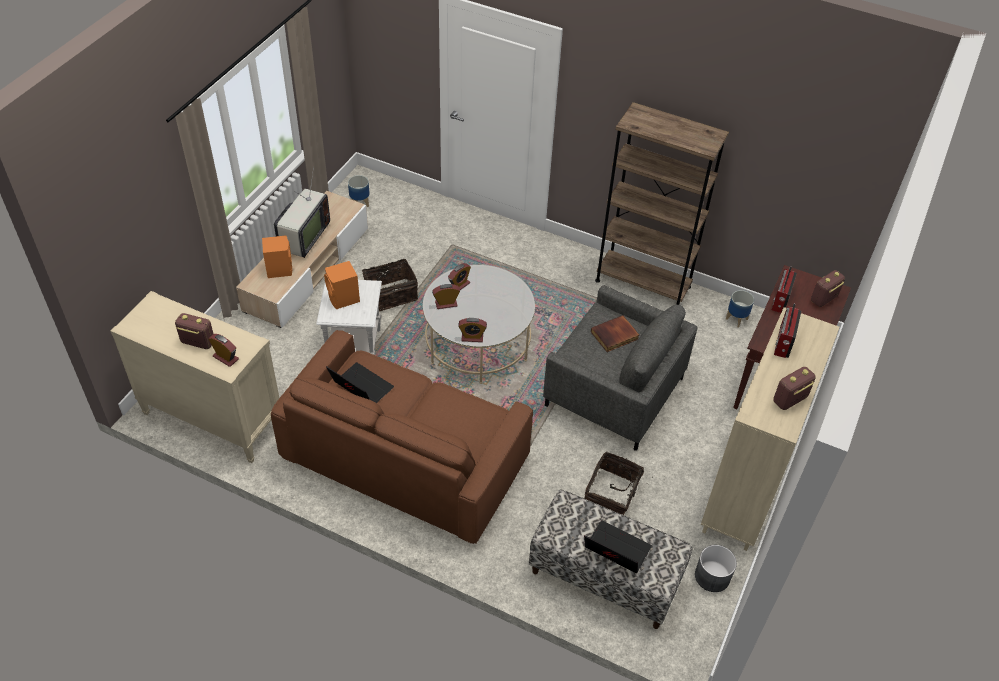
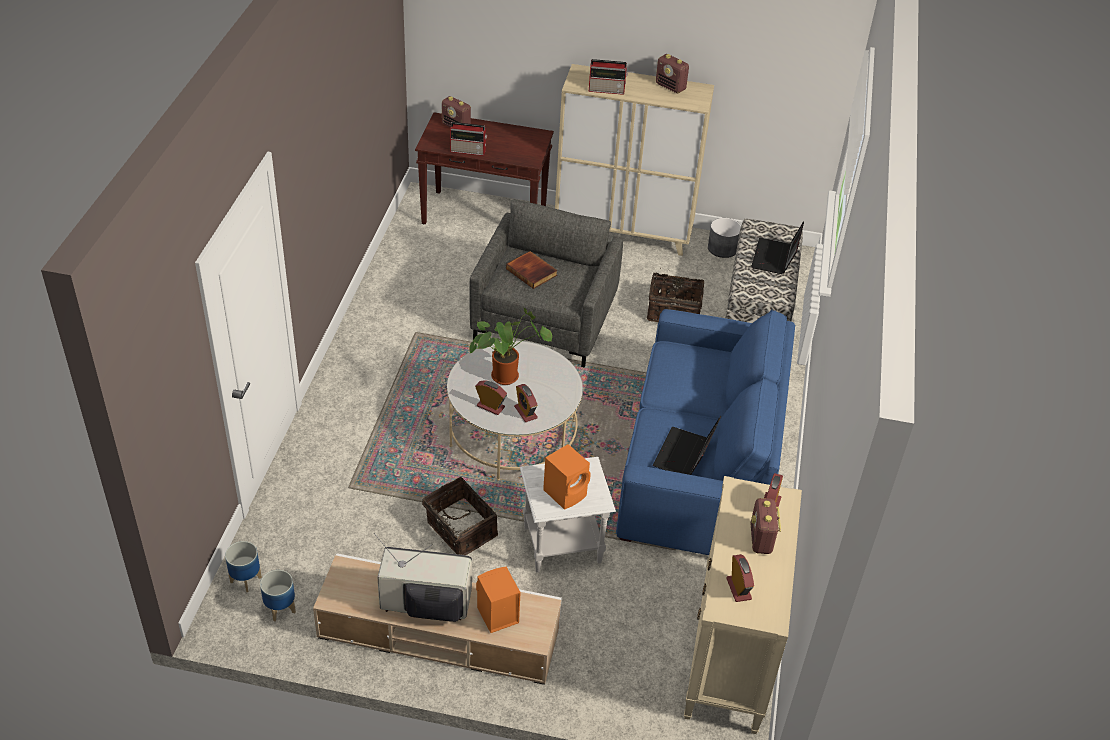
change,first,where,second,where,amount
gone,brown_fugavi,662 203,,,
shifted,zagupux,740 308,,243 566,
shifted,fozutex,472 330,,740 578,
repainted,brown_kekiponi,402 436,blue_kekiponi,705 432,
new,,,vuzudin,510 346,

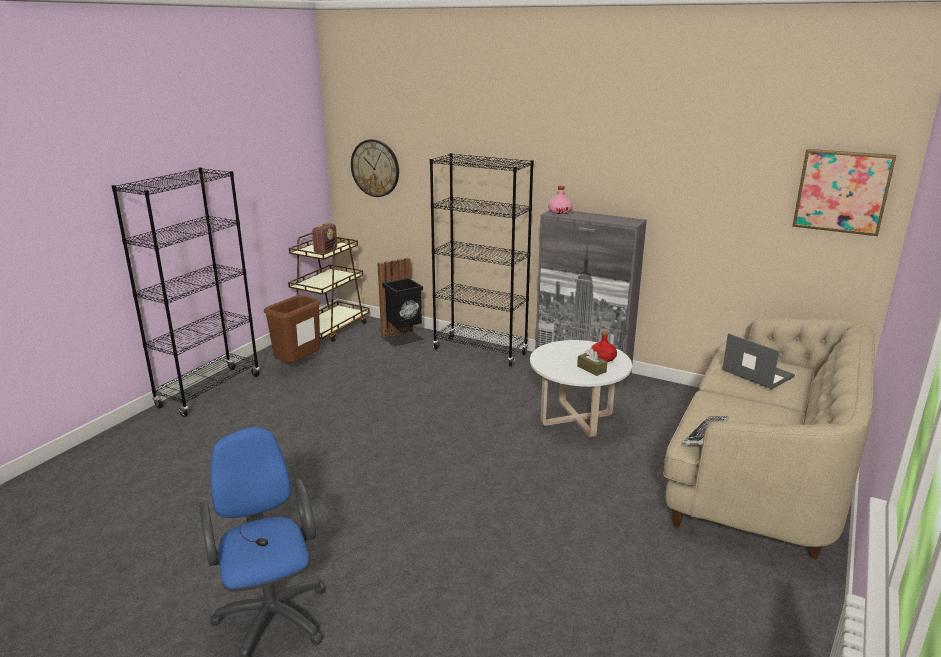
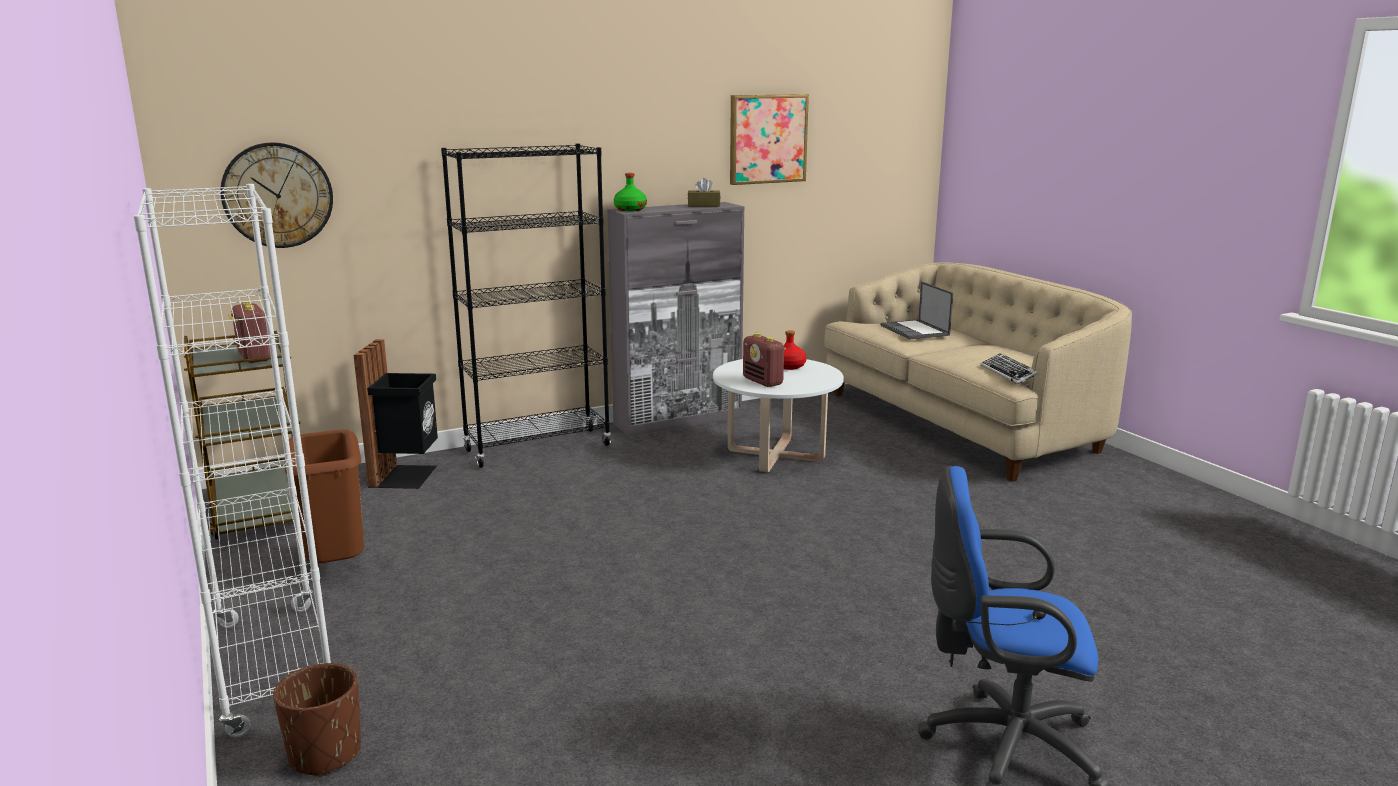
change,first,where,second,where,amount
shifted,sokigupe,844 192,,769 139,
repainted,black_fugavi,185 292,white_fugavi,232 460,
repainted,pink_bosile,560 200,green_bosile,630 192,
rotated,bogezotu,758 361,,916 311,105 degrees counterclockwise
shifted,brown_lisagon,592 362,,704 192,
new,,,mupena,764 360,
new,,,brown_zagupux,317 719,

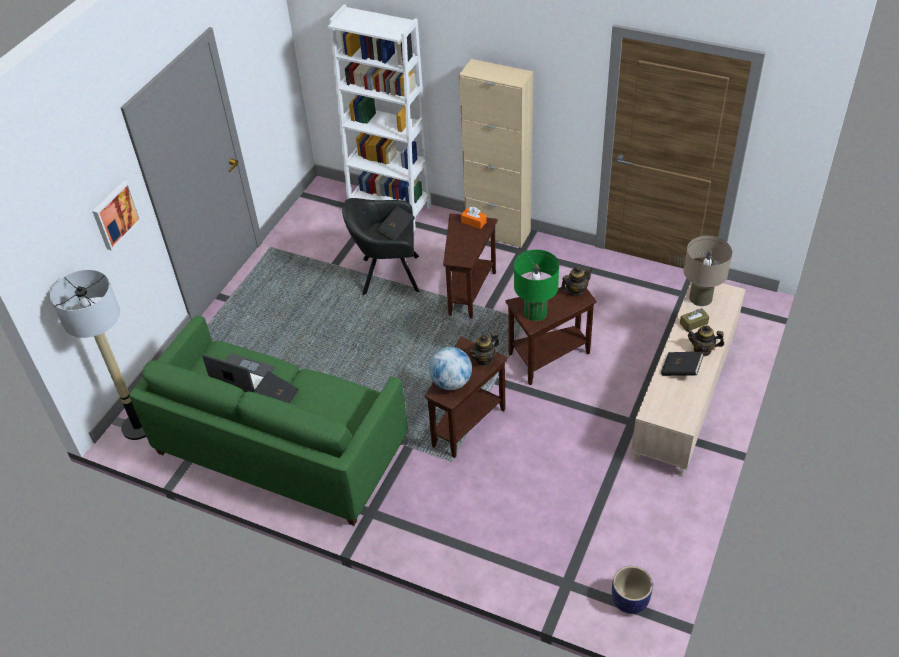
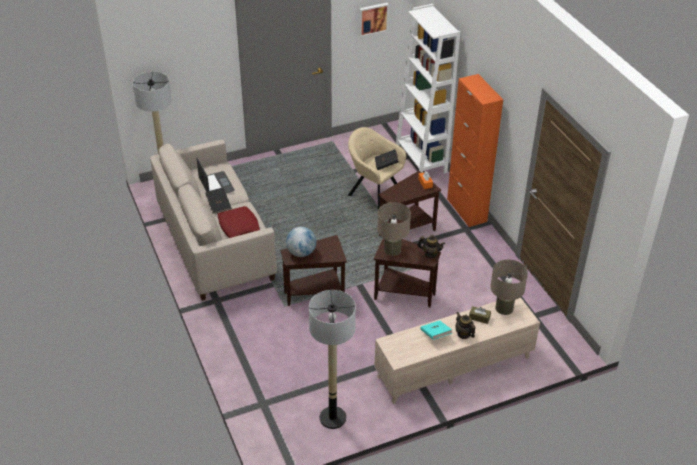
change,first,where,second,where,amount
repainted,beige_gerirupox,496 153,orange_gerirupox,475 150,
shifted,sokigupe,116 216,,374 20,
repainted,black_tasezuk,380 246,beige_tasezuk,377 168,
repainted,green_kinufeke,536 285,beige_kinufeke,394 229,
repainted,green_kekiponi,268 420,beige_kekiponi,213 220,
gone,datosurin,484 349,,,
repainted,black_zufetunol,682 363,turquoise_zufetunol,436 330,
gone,zagupux,632 590,,,
new,,,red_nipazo,238 222,
new,,,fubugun,332 359,

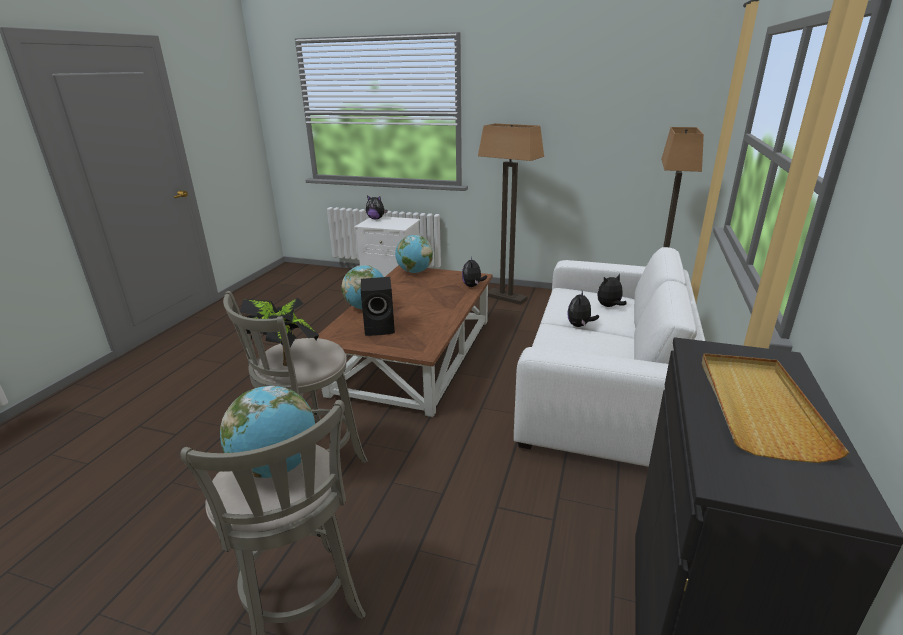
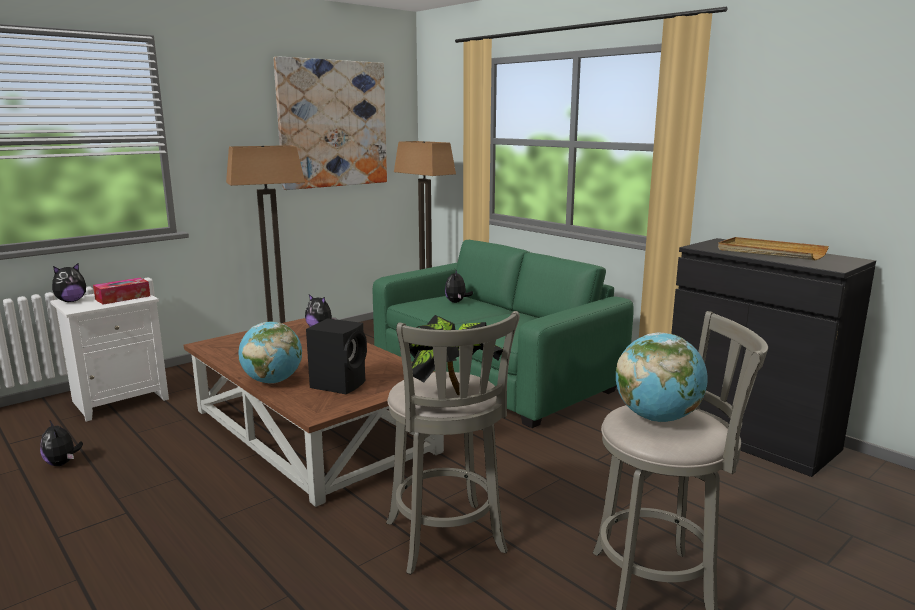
change,first,where,second,where,amount
gone,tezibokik,414 254,,,
repainted,white_kekiponi,609 357,green_kekiponi,503 334,
shifted,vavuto,583 309,,61 443,
new,,,sokigupe,330 123,
new,,,lisagon,121 291,

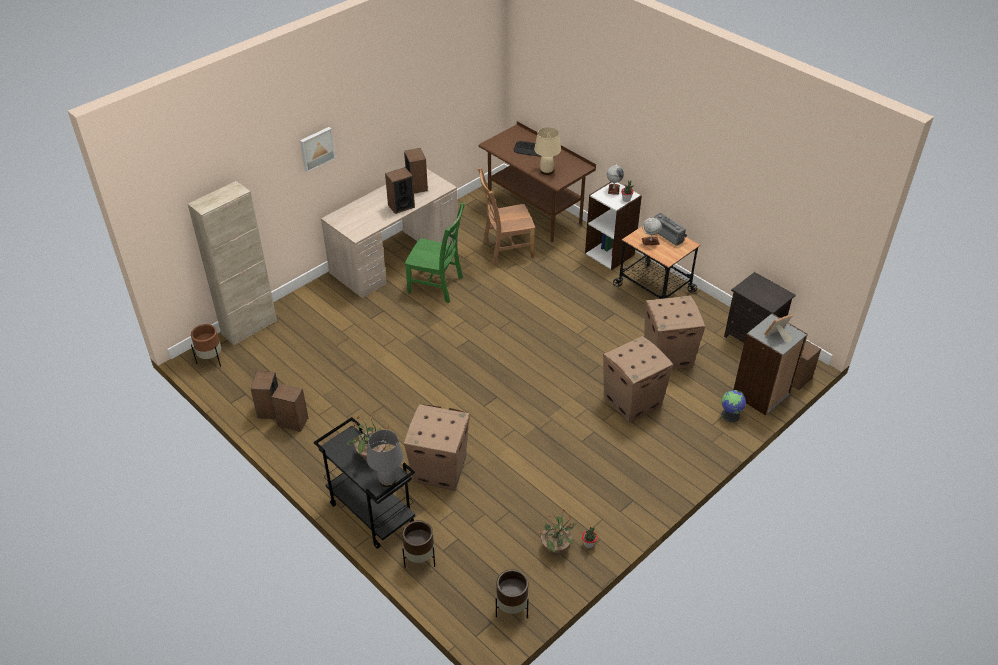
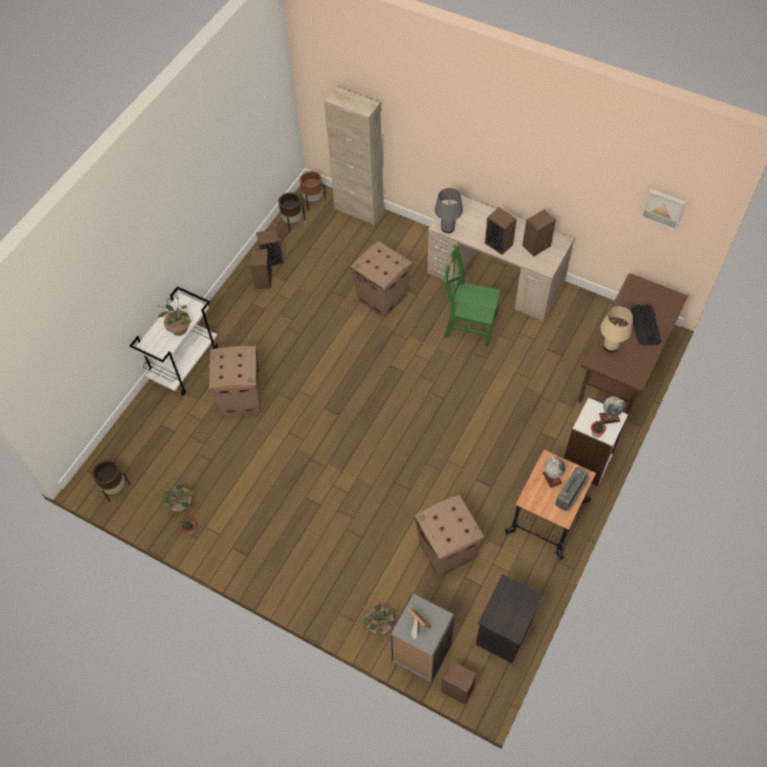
change,first,where,second,where,amount
shifted,sokigupe,318 149,,663 209,
gone,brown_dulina,506 216,,,
rotated,green_dulina,434 253,,471 295,105 degrees clockwise
shifted,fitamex,638 379,,381 279,
swapped,tezibokik,733 406,vuzudin,379 619,
repainted,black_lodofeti,364 483,white_lodofeti,174 341,
shifted,grey_kinufeke,385 458,,449 210,
shifted,brown_zagupux,418 544,,291 212,

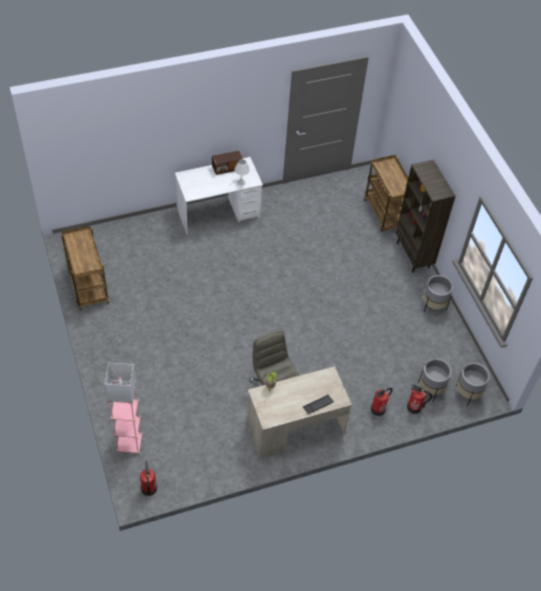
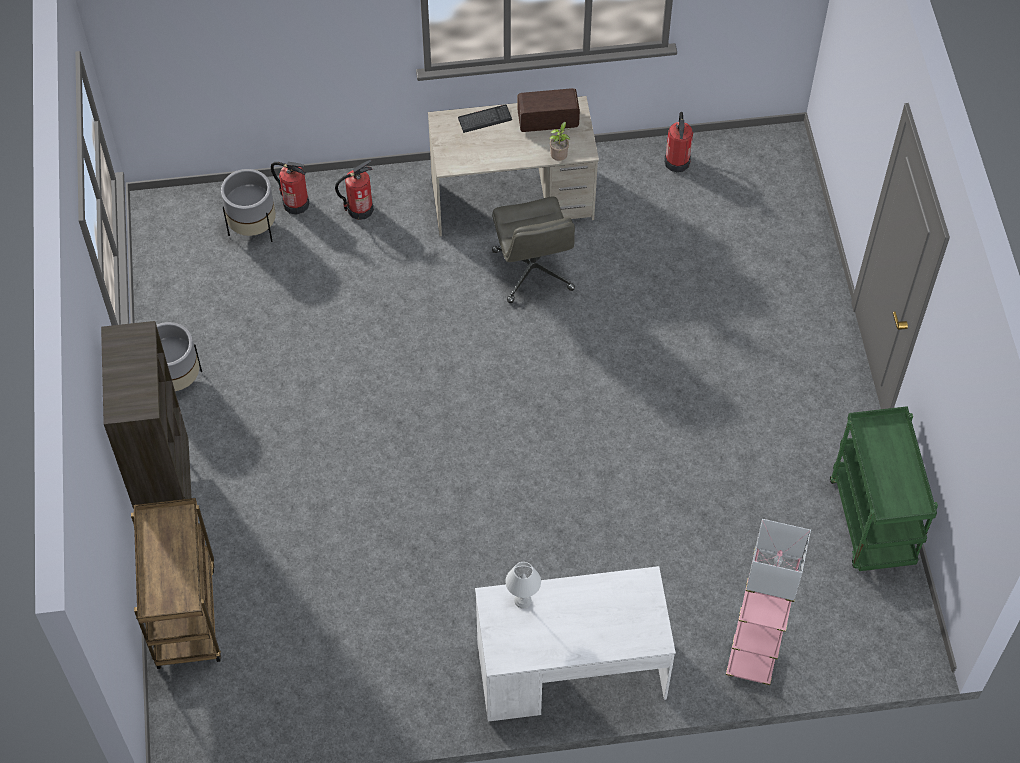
change,first,where,second,where,amount
shifted,mupena,227 163,,548 110,
repainted,brown_lodofeti,85 267,green_lodofeti,884 488,
shifted,pink_fubugun,123 408,,768 602,
gone,grey_zagupux,473 384,,,
shifted,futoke,148 478,,678 142,

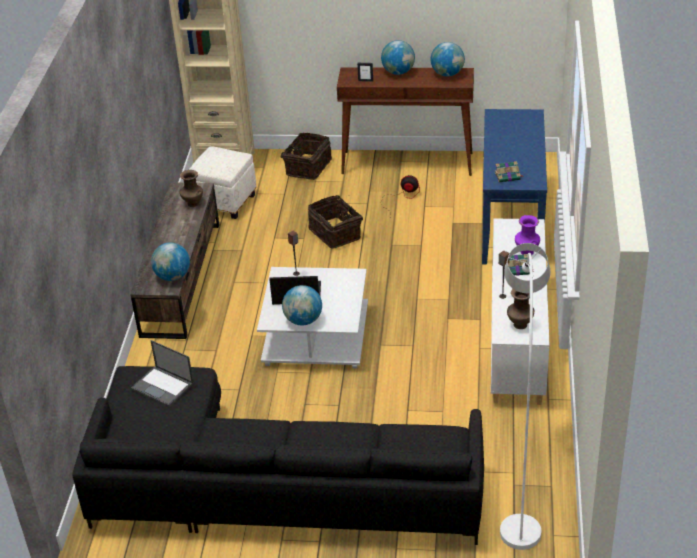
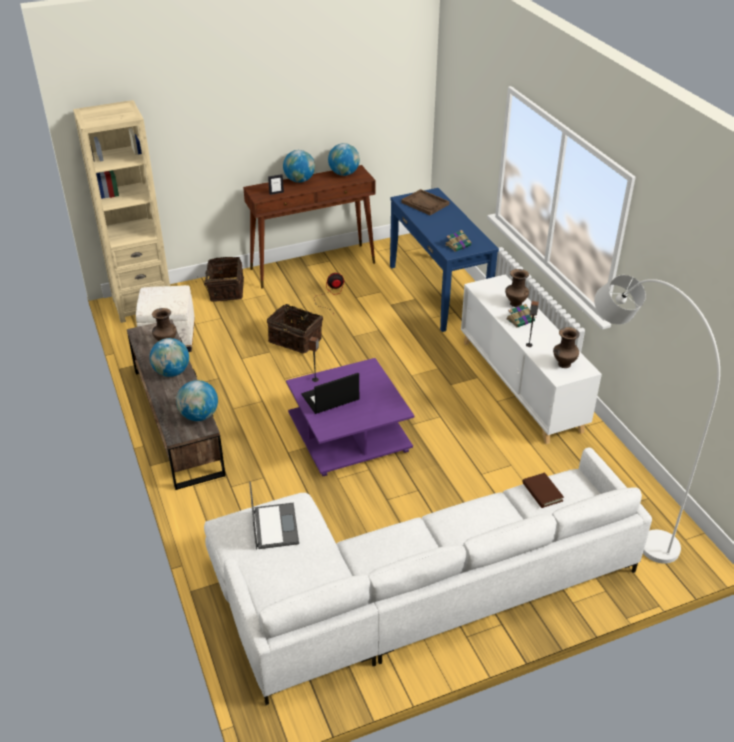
change,first,where,second,where,amount
repainted,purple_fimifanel,527 235,brown_fimifanel,517 288,
repainted,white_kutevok,312 317,purple_kutevok,350 417,
shifted,tezibokik,302 305,,169 357,
rotated,bogezotu,162 373,,274 516,105 degrees counterclockwise
repainted,black_kekiponi,278 455,white_kekiponi,428 576,
new,,,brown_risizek,425 202,
new,,,brown_zufetunol,543 490,

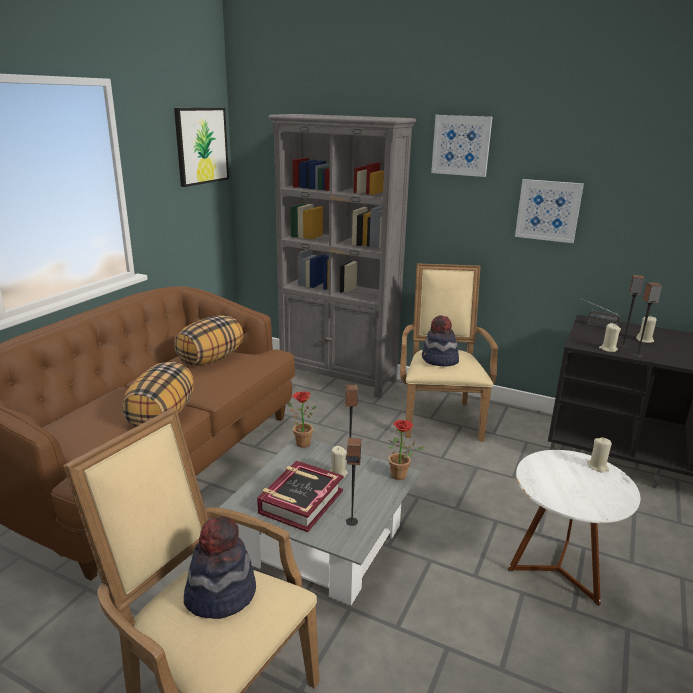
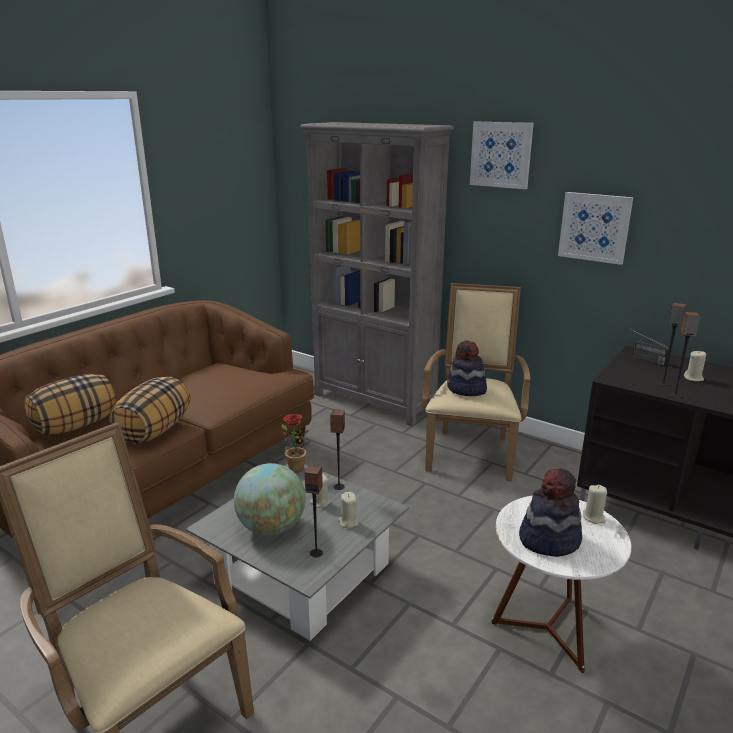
change,first,where,second,where,amount
gone,sokigupe,201 147,,,
shifted,nipazo,209 340,,71 404,
shifted,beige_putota,610 337,,348 510,
gone,vuzudin,407 450,,,
swapped,zufetunol,300 496,tezibokik,270 499,
shifted,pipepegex,220 567,,550 512,

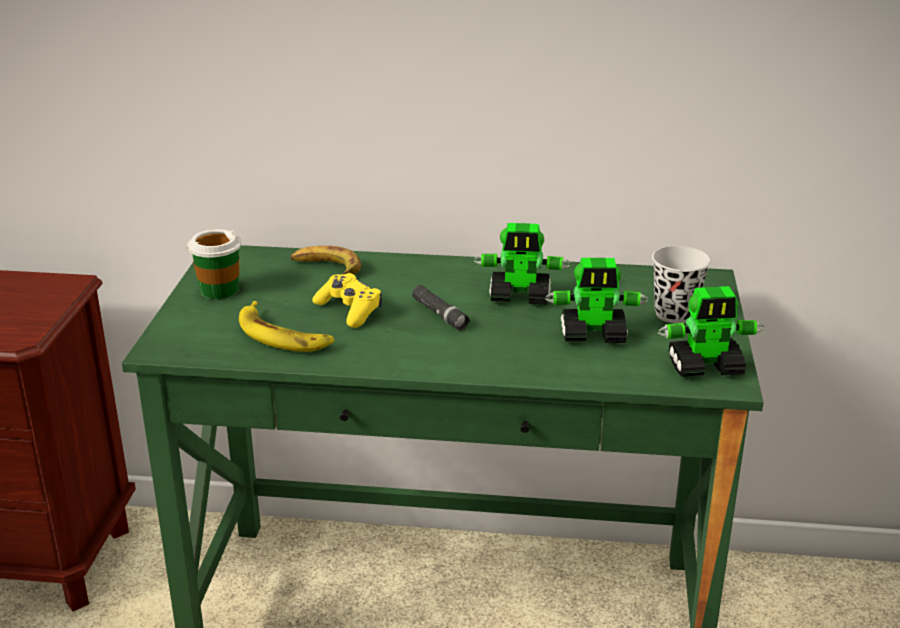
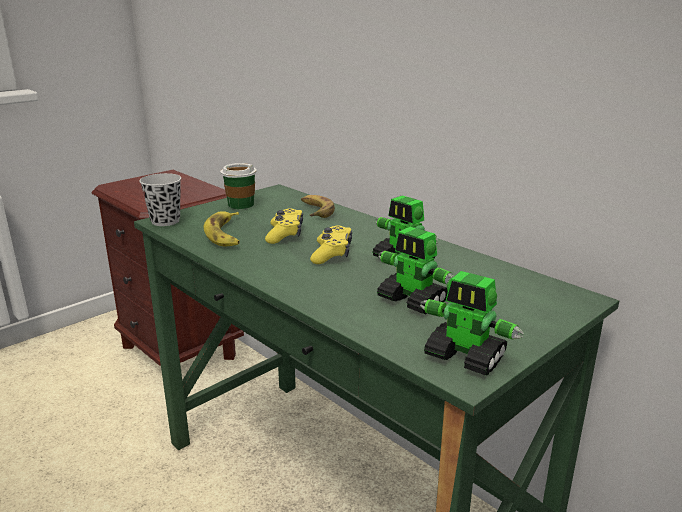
change,first,where,second,where,amount
shifted,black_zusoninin,681 285,,160 199,
swapped,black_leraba,441 307,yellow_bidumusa,331 244,

